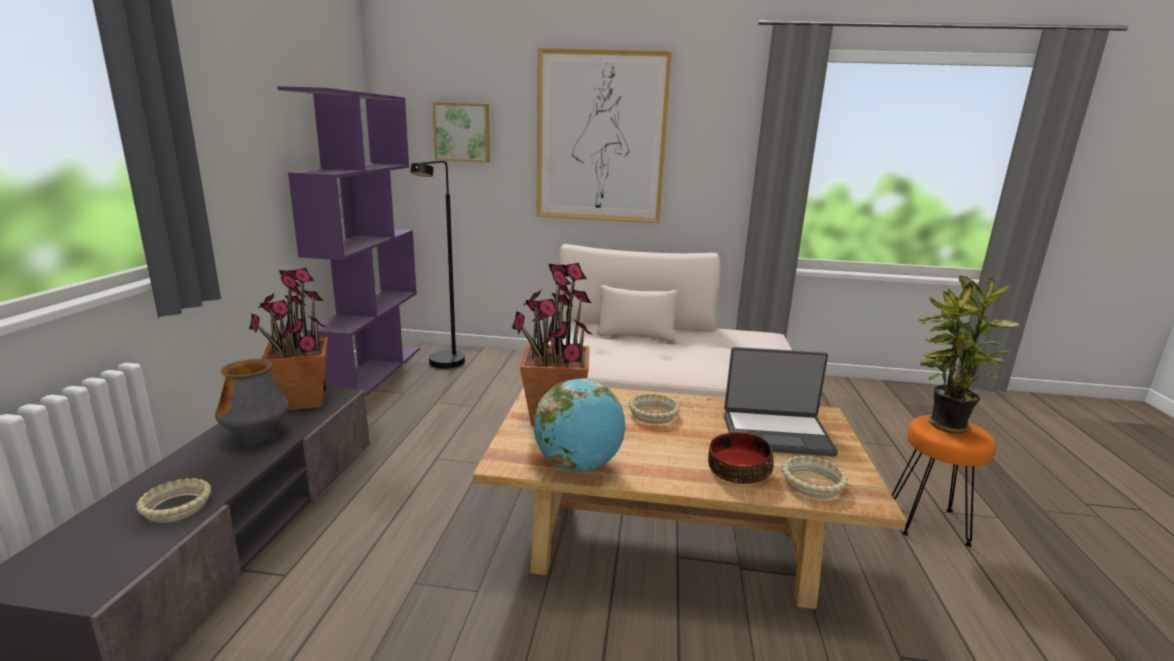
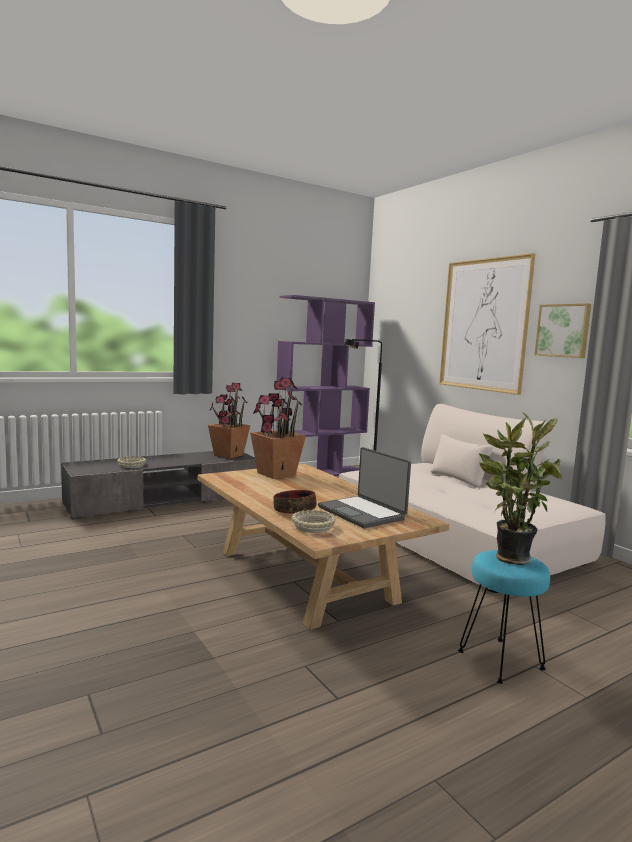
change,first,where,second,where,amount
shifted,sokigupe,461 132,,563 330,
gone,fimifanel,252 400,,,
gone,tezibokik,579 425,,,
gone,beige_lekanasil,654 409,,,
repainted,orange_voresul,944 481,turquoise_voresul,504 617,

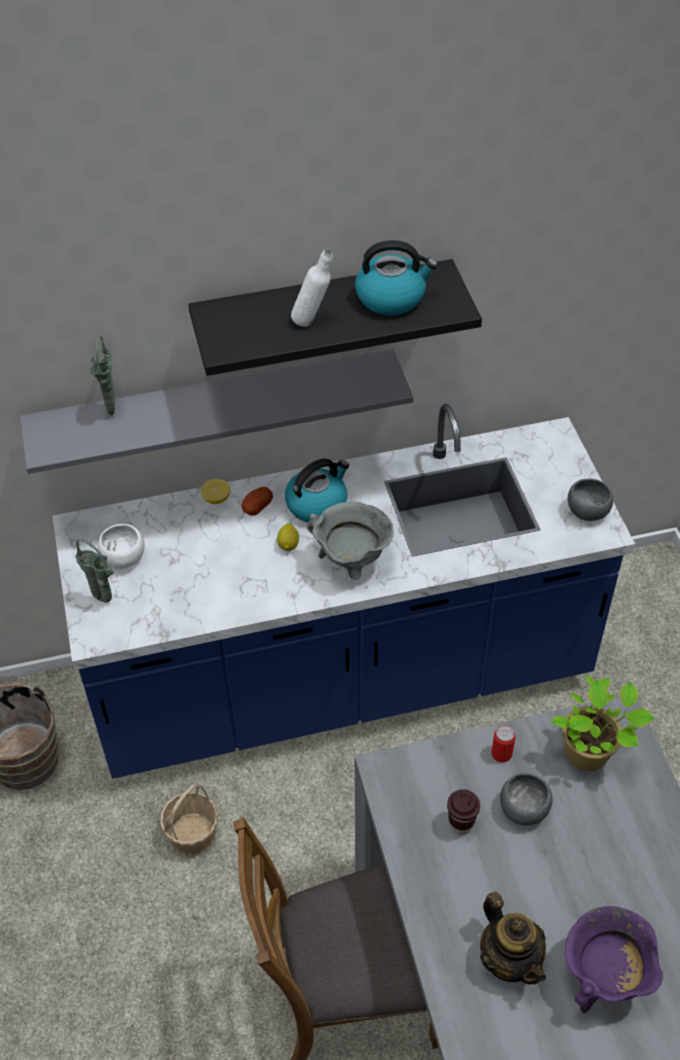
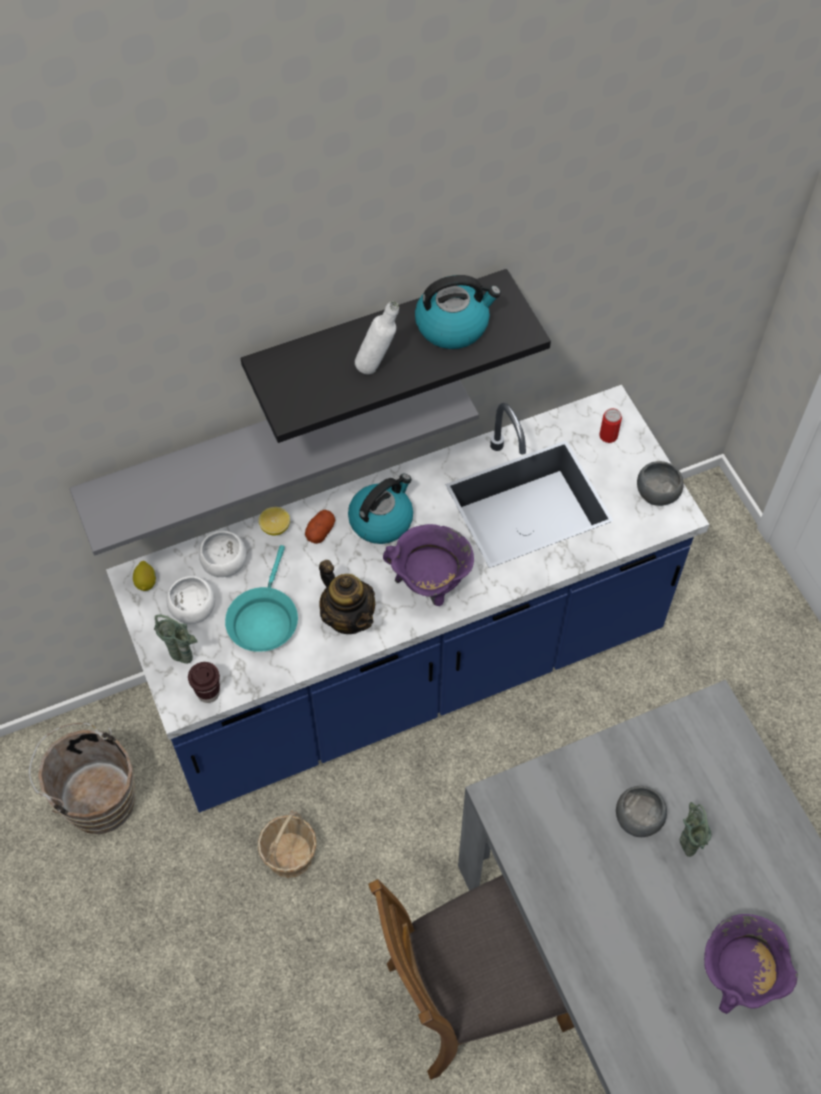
change,first,where,second,where,amount
shifted,green_fimifanel,102 375,,696 829,
repainted,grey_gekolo,350 541,purple_gekolo,428 565,
shifted,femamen,288 537,,144 576,
gone,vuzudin,603 723,,,
shifted,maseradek,503 743,,610 425,
shifted,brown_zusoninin,463 812,,204 682,
shifted,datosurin,513 938,,347 597,
new,,,white_lekanasil,223 554,
new,,,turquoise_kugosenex,261 598,

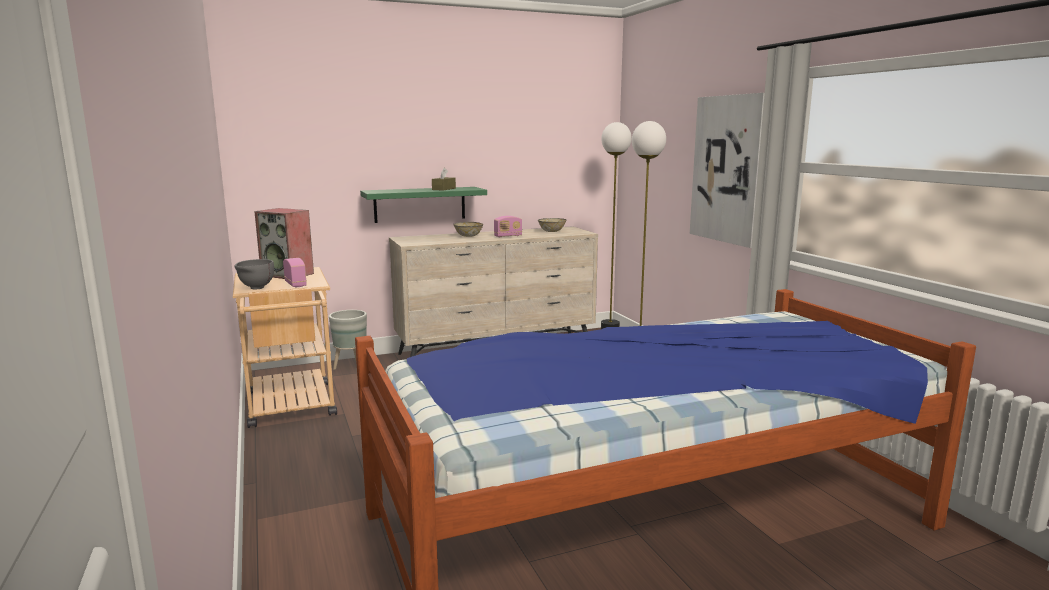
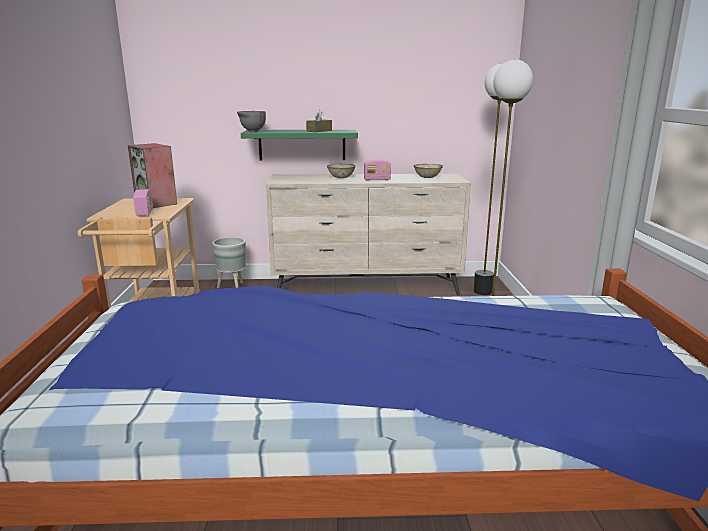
change,first,where,second,where,amount
gone,sokigupe,727 170,,,
shifted,grey_lekanasil,254 274,,251 121,

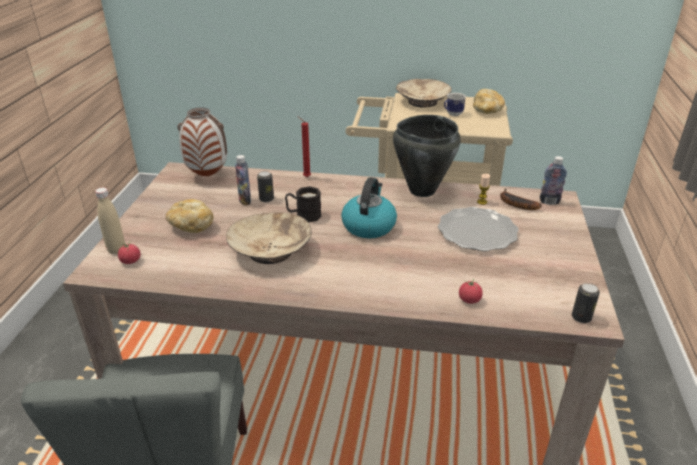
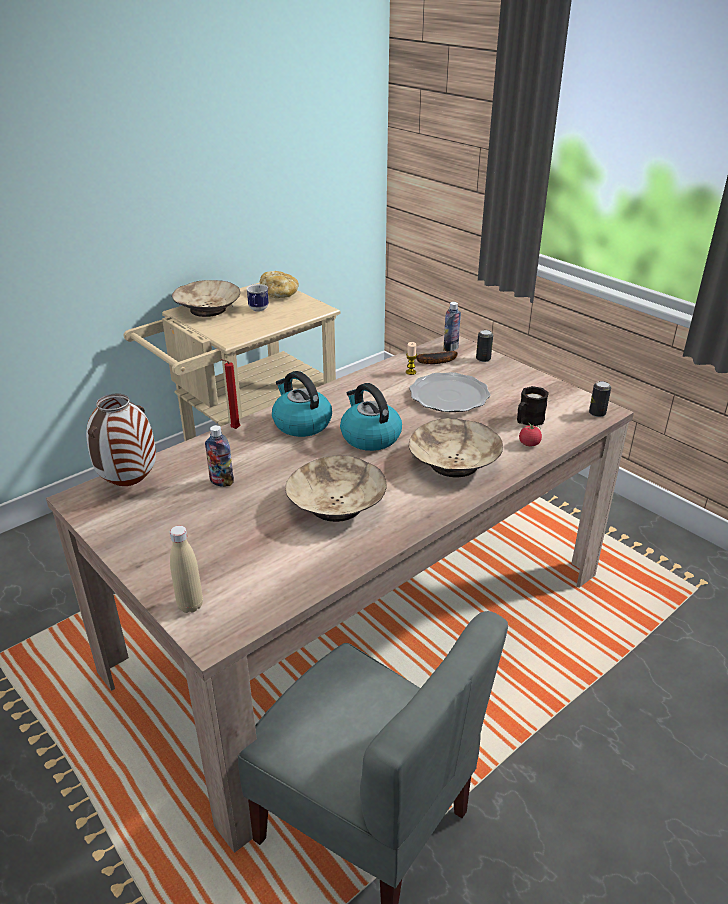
change,first,where,second,where,amount
gone,black_gekolo,427 156,,,
shifted,maseradek,265 186,,484 346,
shifted,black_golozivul,303 204,,533 406,
gone,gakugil,190 216,,,
gone,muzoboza,129 252,,,
new,,,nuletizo,302 404,
new,,,beige_lekanasil,456 447,

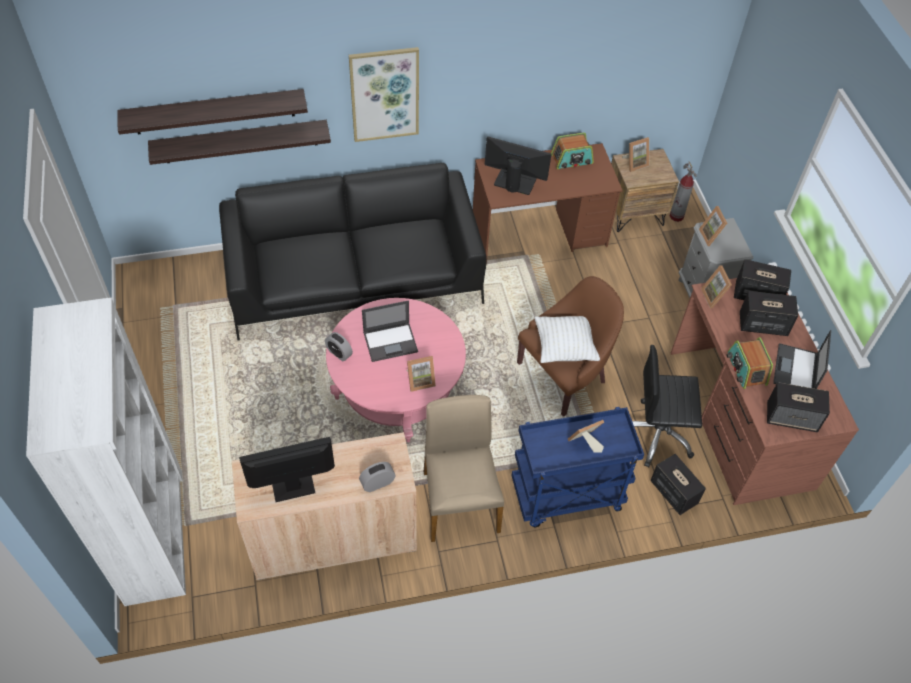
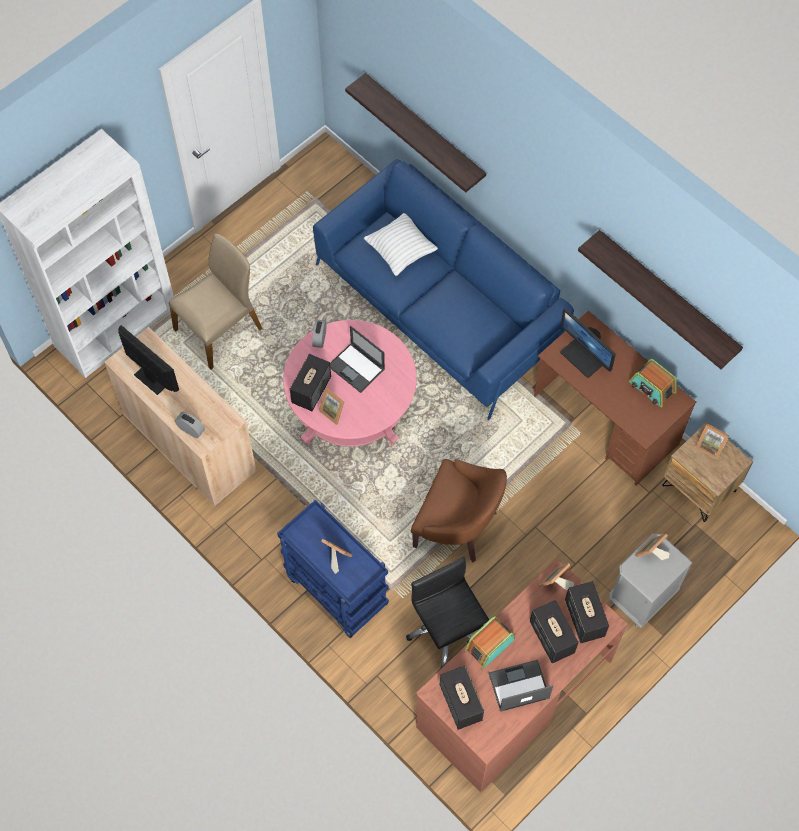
change,first,where,second,where,amount
gone,sokigupe,384 94,,,
shifted,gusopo,212 112,,660 299,
rotated,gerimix,518 166,,588 343,150 degrees clockwise
gone,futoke,683 191,,,
repainted,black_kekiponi,353 251,blue_kekiponi,443 289,
shifted,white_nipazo,567 339,,401 244,
shifted,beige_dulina,464 468,,215 302,
shifted,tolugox,678 484,,310 382,

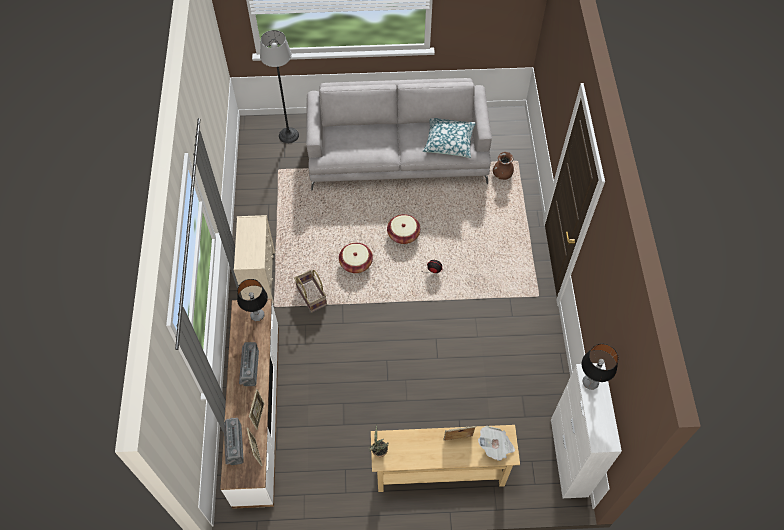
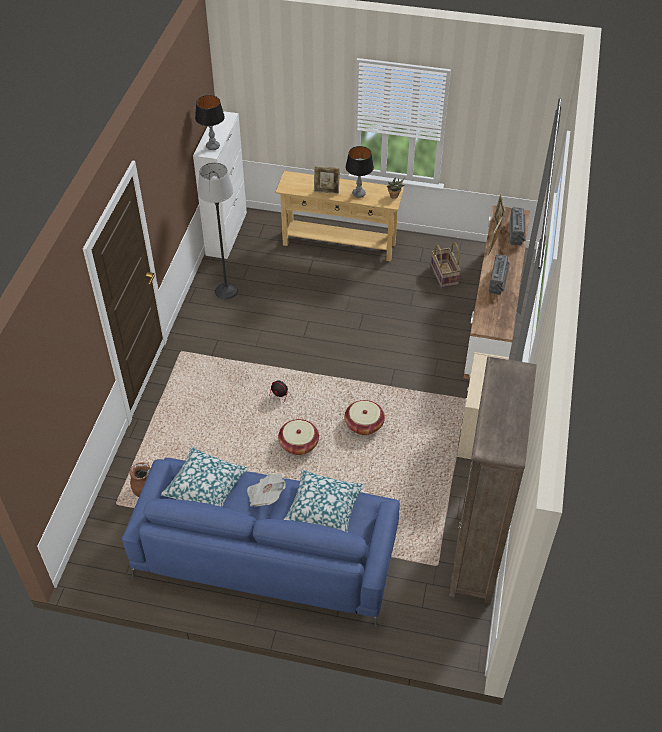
change,first,where,second,where,amount
shifted,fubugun,279 86,,218 230,
repainted,grey_kekiponi,399 134,blue_kekiponi,261 543,
shifted,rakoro,310 291,,446 265,
shifted,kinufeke,252 300,,360 172,
shifted,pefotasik,496 443,,266 490,
new,,,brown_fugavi,493 480,
new,,,nipazo,324 501,

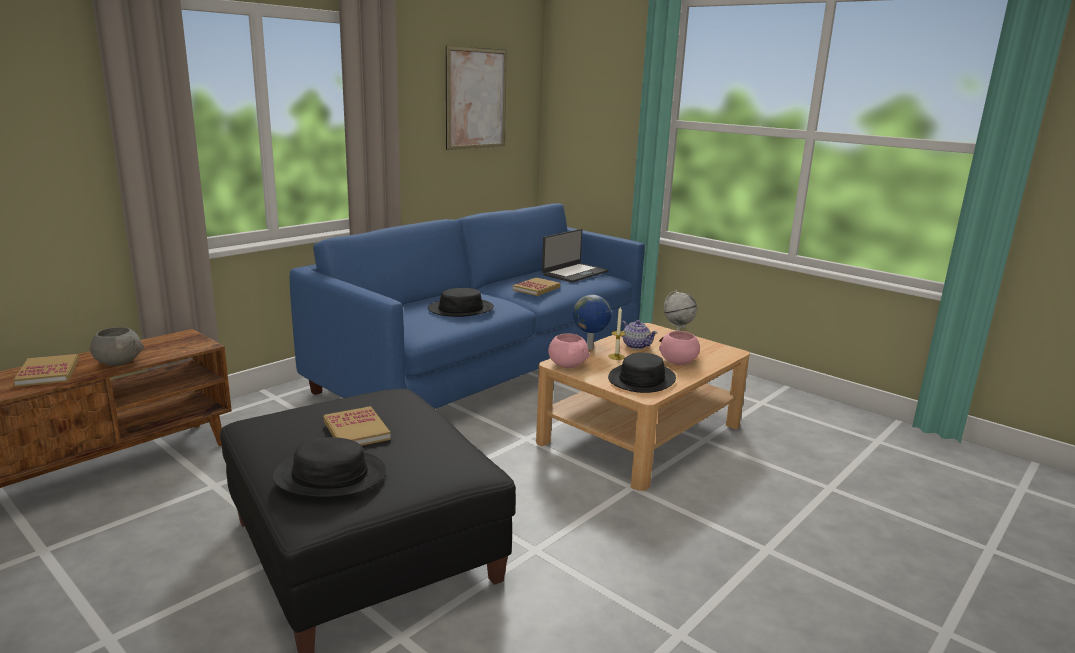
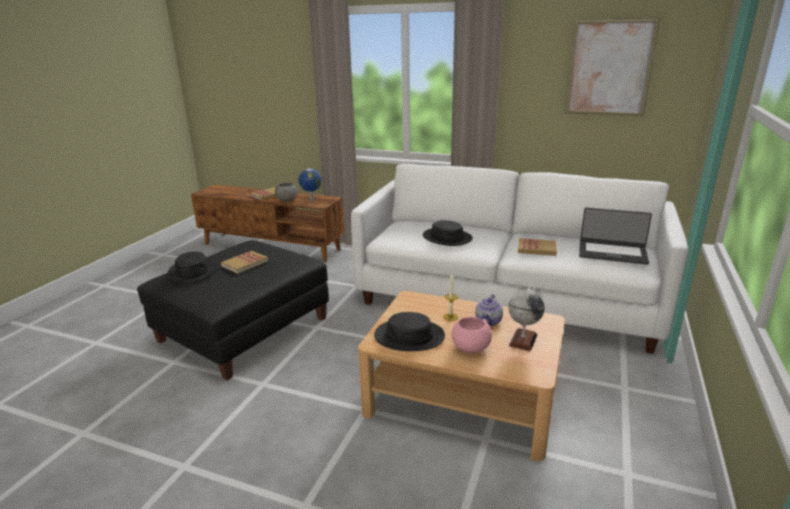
change,first,where,second,where,amount
repainted,blue_kekiponi,467 306,white_kekiponi,520 259,
shifted,tezibokik,592 322,,310 185,
gone,pink_lekanasil,569 350,,,

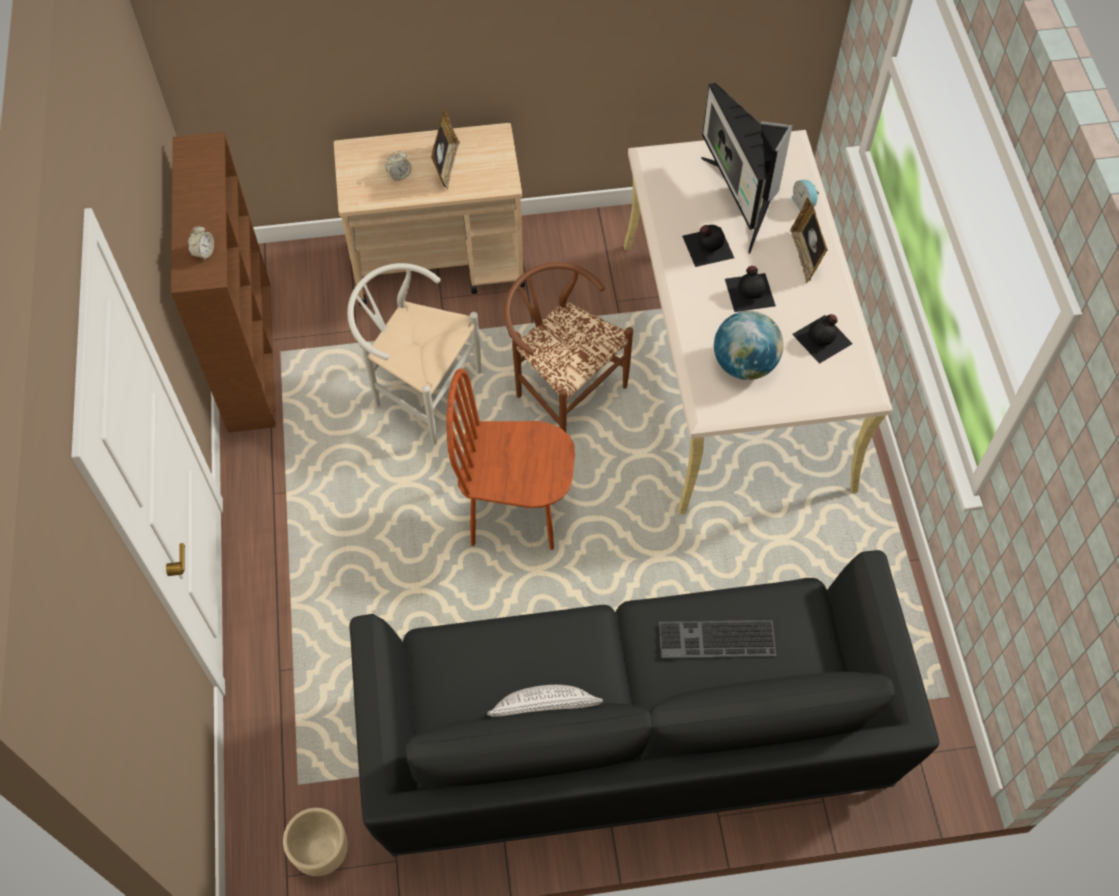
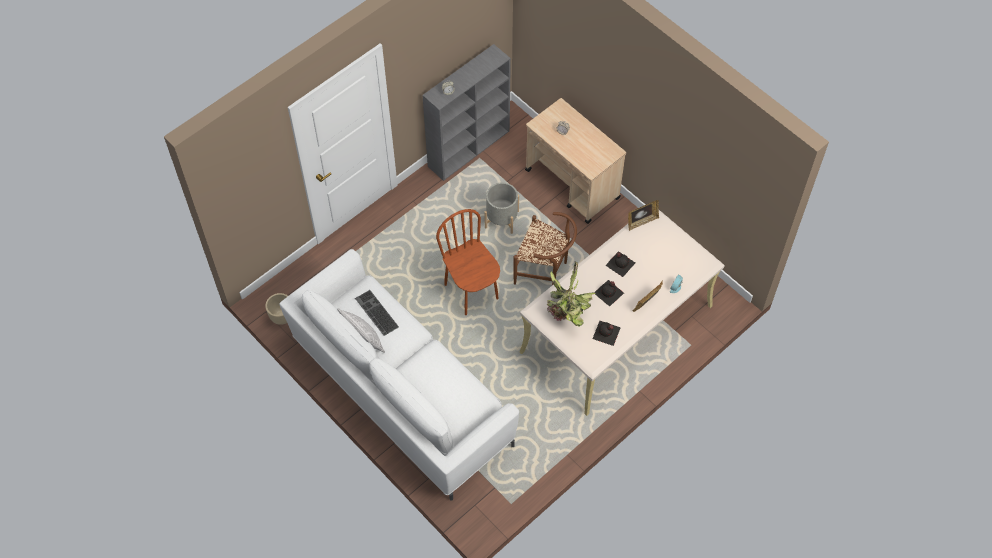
change,first,where,second,where,amount
gone,gerimix,746 168,,,
shifted,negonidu,445 149,,643 215,
repainted,brown_fugavi,223 282,grey_fugavi,466 112,
rotated,brown_dulina,568 347,,545 248,105 degrees clockwise
swapped,white_dulina,414 354,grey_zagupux,501 208,
swapped,tezibokik,748 345,vuzudin,571 294,
repainted,black_kekiponi,644 703,white_kekiponi,399 374,
shifted,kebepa,717 639,,377 313,

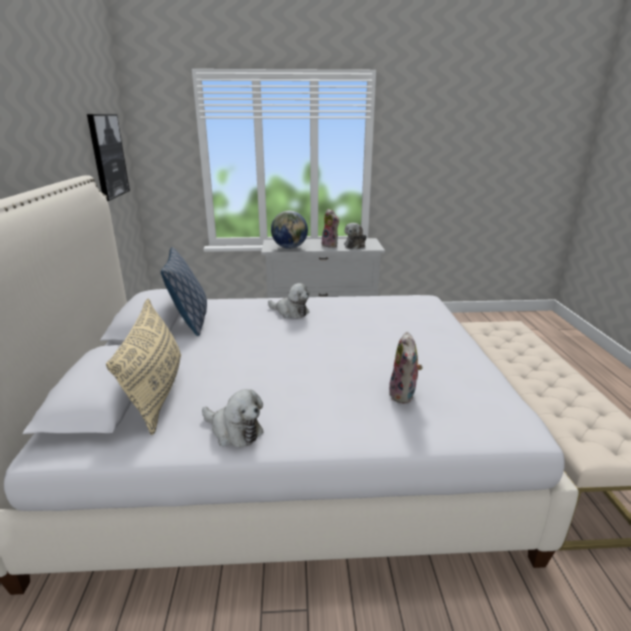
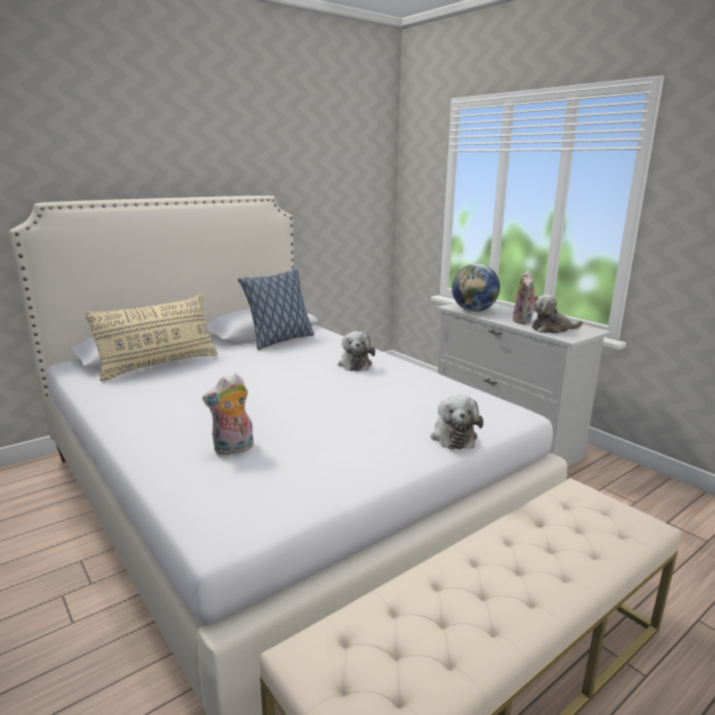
change,first,where,second,where,amount
gone,sokigupe,108 157,,,
shifted,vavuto,233 418,,457 422,

